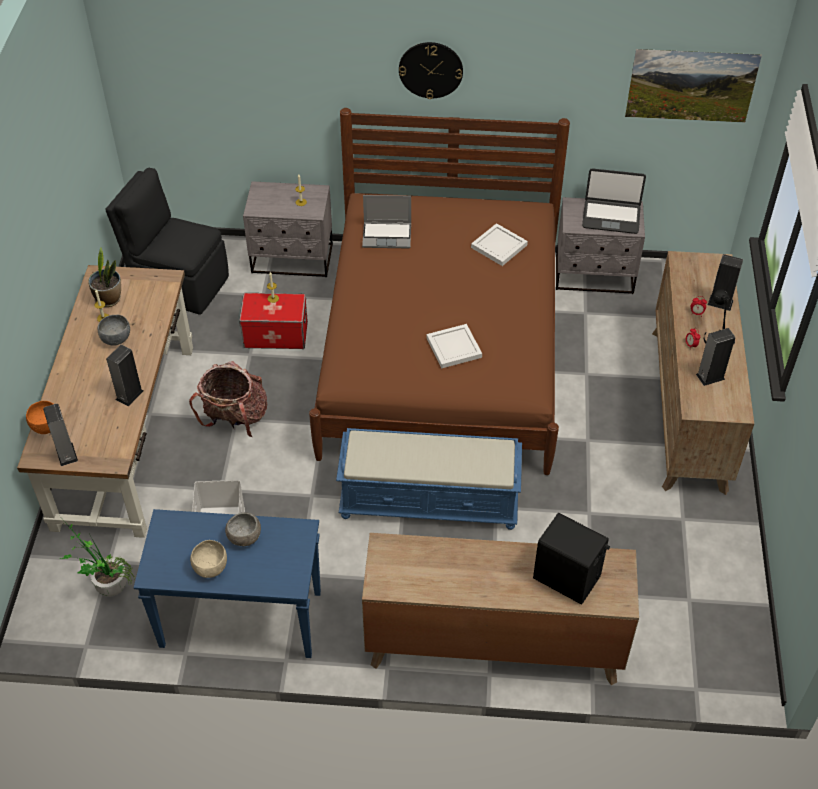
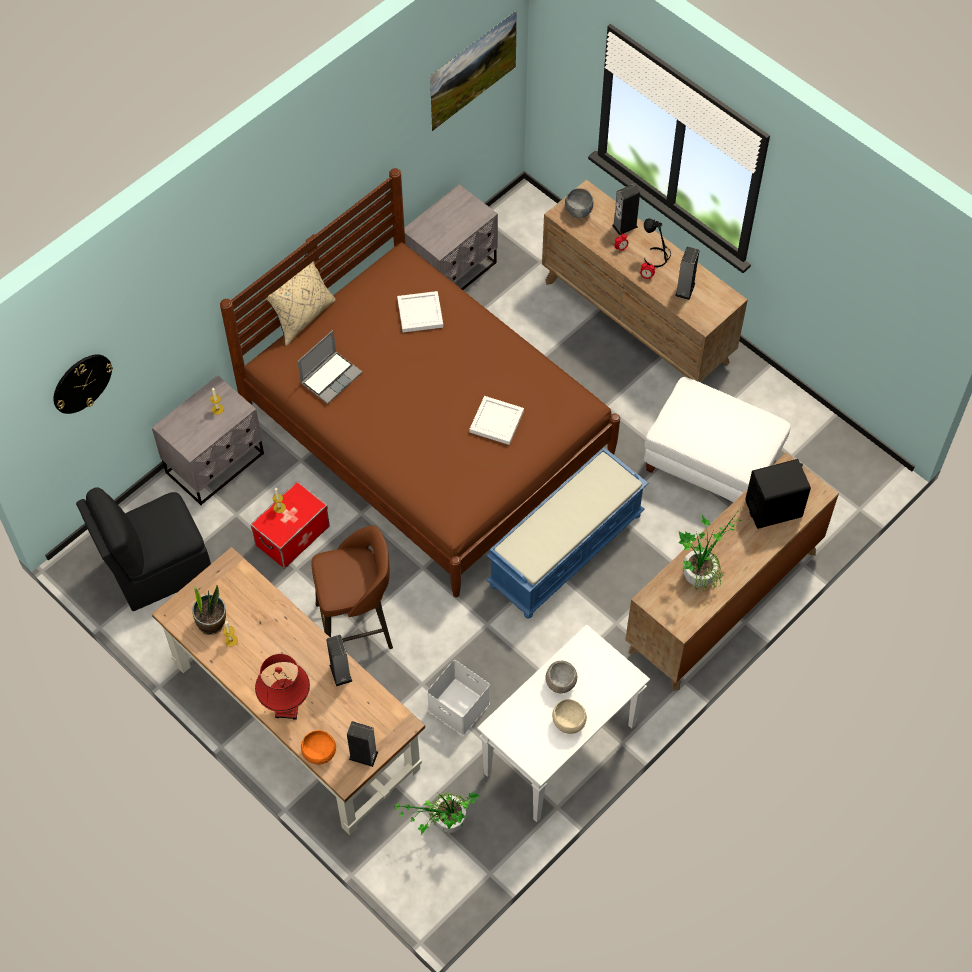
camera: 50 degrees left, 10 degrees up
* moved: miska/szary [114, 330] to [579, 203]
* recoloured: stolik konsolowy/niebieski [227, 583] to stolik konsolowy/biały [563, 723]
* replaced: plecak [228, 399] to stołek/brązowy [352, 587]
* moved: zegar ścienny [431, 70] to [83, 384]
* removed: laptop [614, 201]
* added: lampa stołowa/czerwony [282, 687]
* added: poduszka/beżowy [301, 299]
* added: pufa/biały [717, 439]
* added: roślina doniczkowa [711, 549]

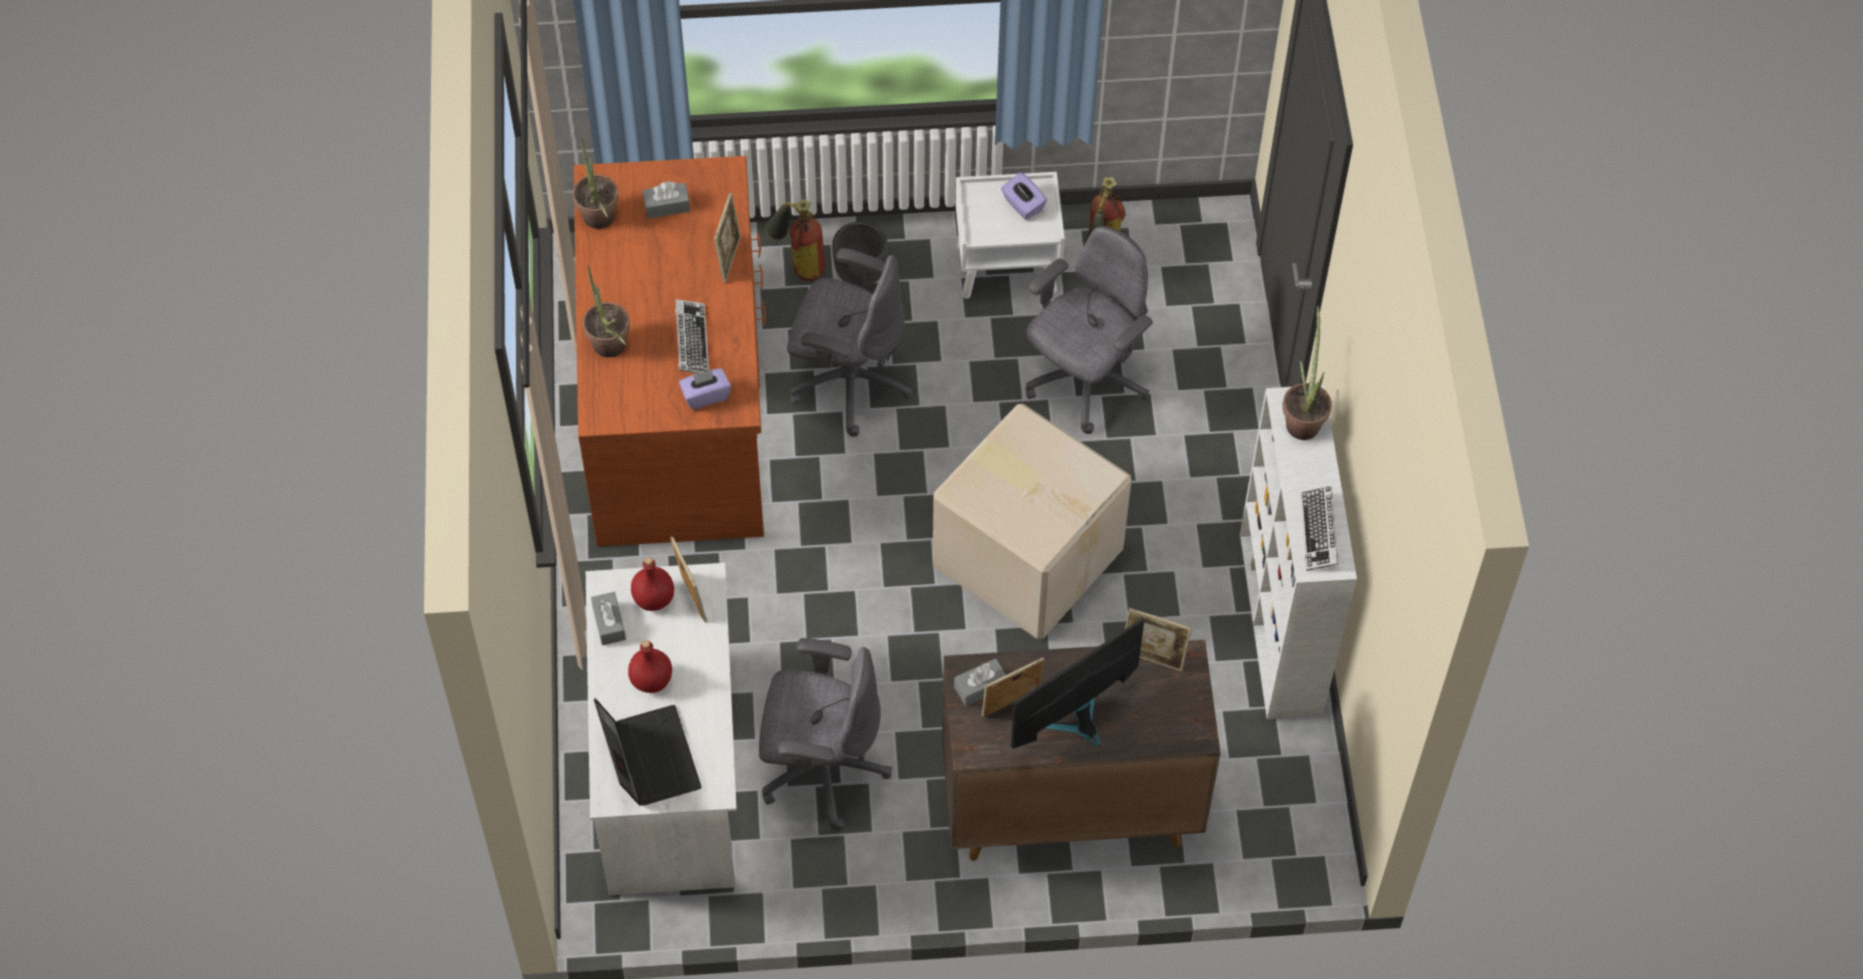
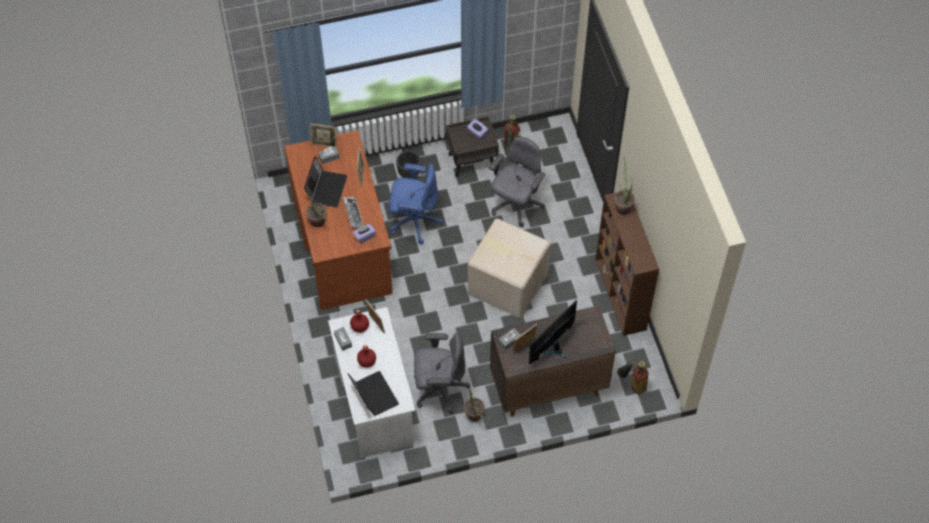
camera: 10 degrees left, 0 degrees up
* moved: roślina doniczkowa [596, 181] to [474, 403]
* moved: gaśnica [795, 240] to [632, 377]
* recoloured: krzesło biurowe/szary [850, 342] to krzesło biurowe/niebieski [416, 204]
* recoloured: szafka nocna/biały [1010, 235] to szafka nocna/brązowy [472, 146]
* moved: ramka na zdjęcie [1158, 639] to [323, 135]
* recoloured: regał/biały [1298, 552] to regał/brązowy [627, 264]
* removed: klawiatura [1319, 528]
* added: laptop [325, 182]

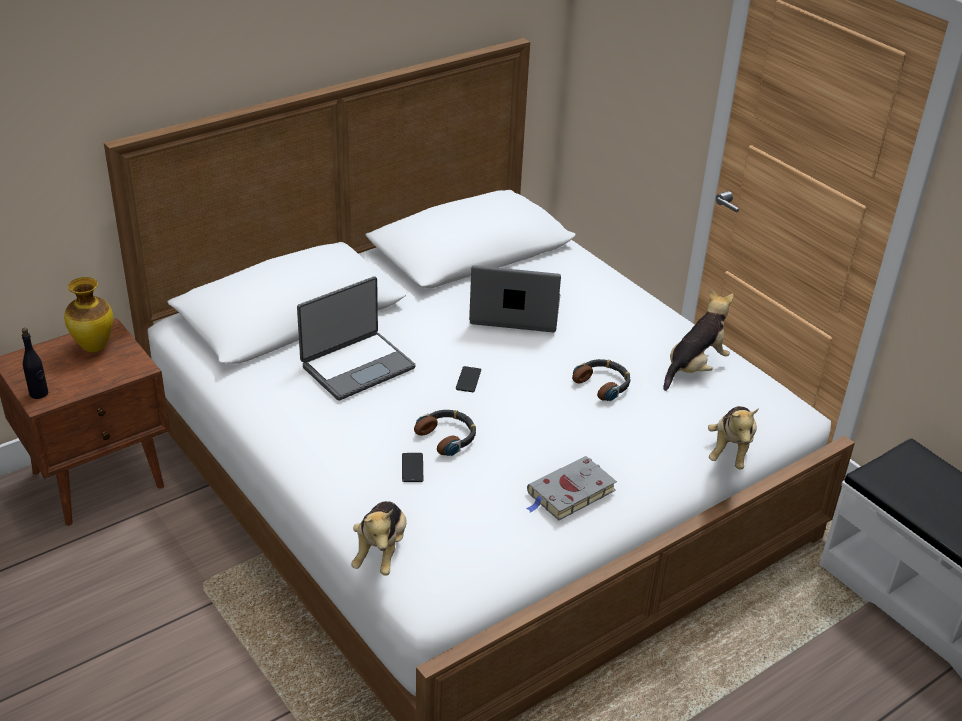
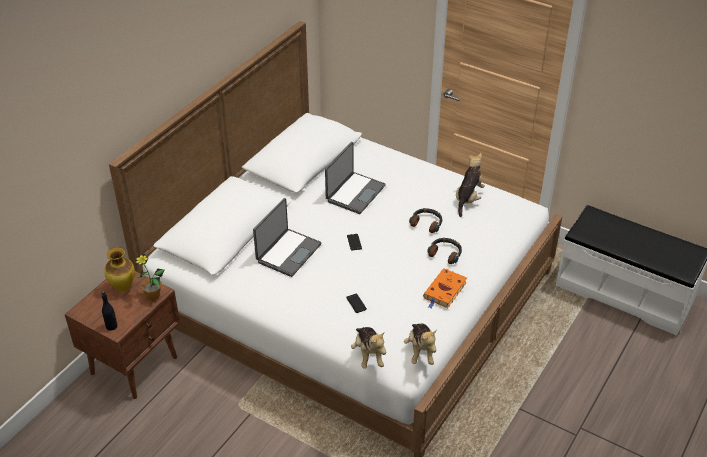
camera: 20 degrees left, 5 degrees up
* moved: słuchawki [445, 433] to [444, 251]
* turned: laptop [515, 298] = [355, 178] 135 degrees clockwise
* recoloured: książka/szary [571, 488] to książka/pomarańczowy [445, 288]
* moved: pluszak [733, 437] to [420, 344]
* added: roślina doniczkowa [149, 277]

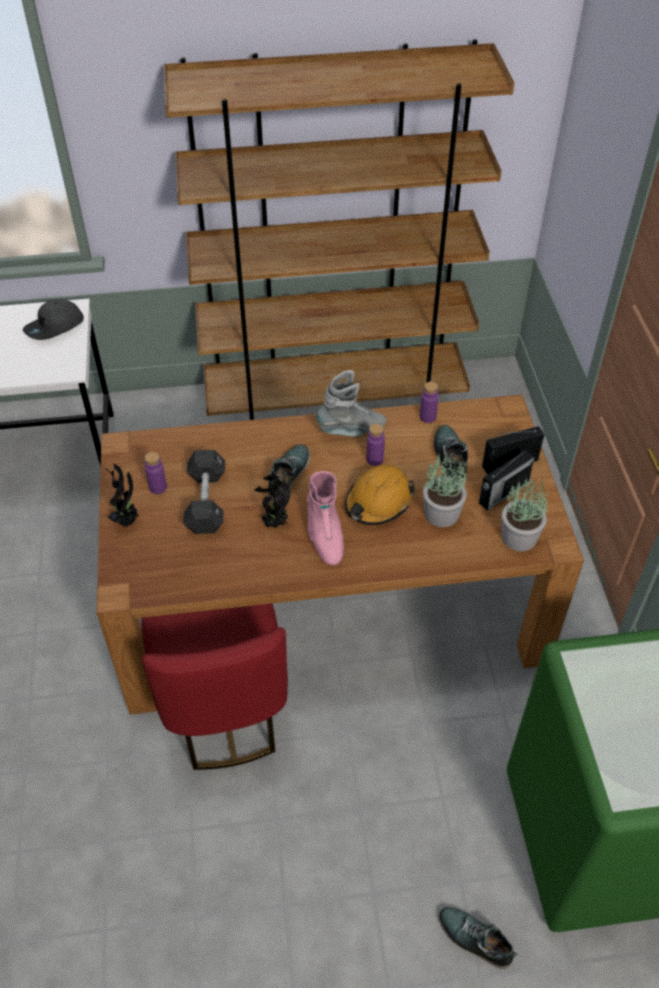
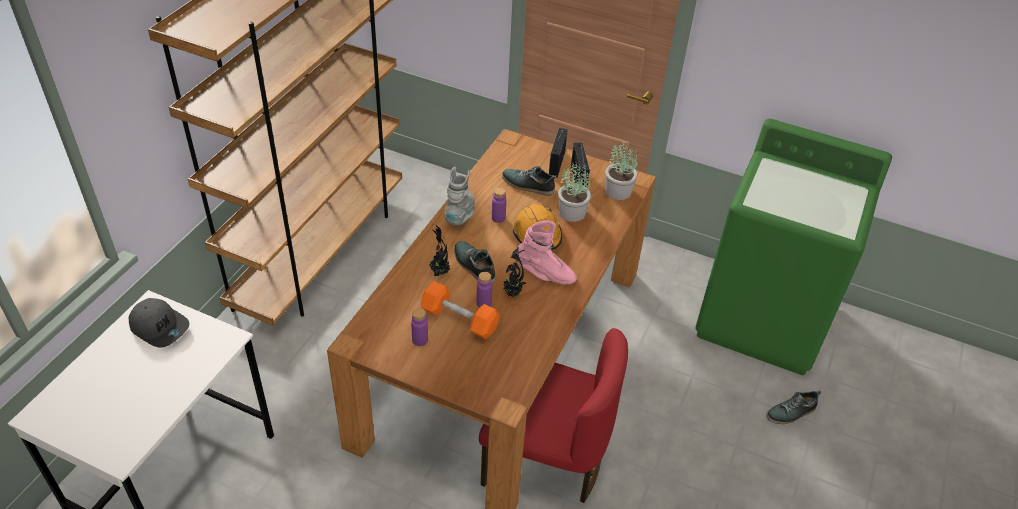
camera: 60 degrees left, 5 degrees down
* turned: czapka z daszkiem/szary [53, 319] = [159, 322] 45 degrees counterclockwise
* moved: roślina doniczkowa [122, 495] to [439, 250]
* recoloured: hantel/czarny [204, 492] to hantel/pomarańczowy [460, 310]
* moved: butelka/fioletowy [429, 402] to [484, 290]

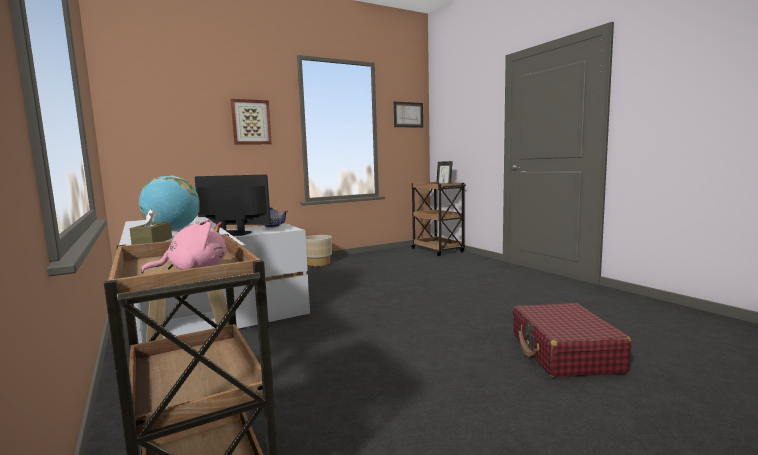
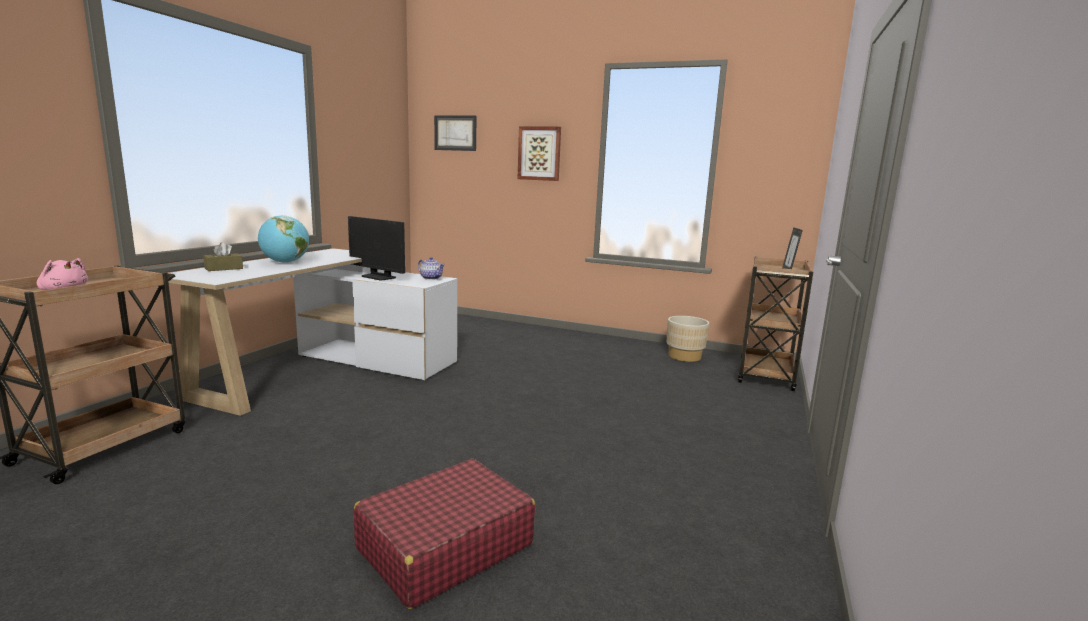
camera: 50 degrees right, 5 degrees up
* turned: monitor [233, 205] = [376, 248] 150 degrees clockwise
* moved: donica/beżowy [319, 250] to [688, 339]
* moved: obraz [408, 115] to [455, 133]

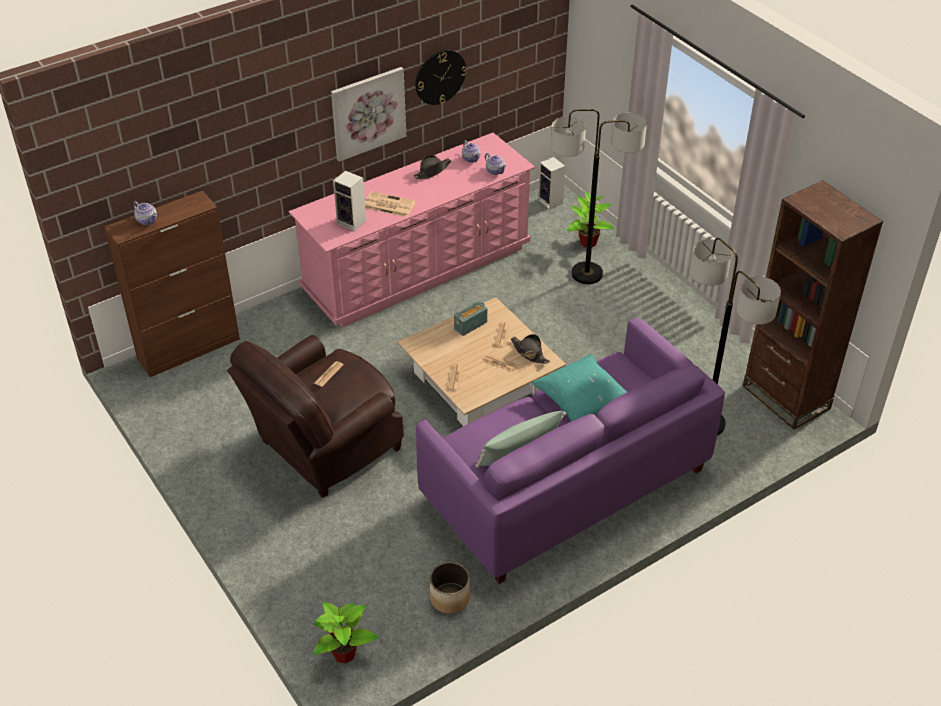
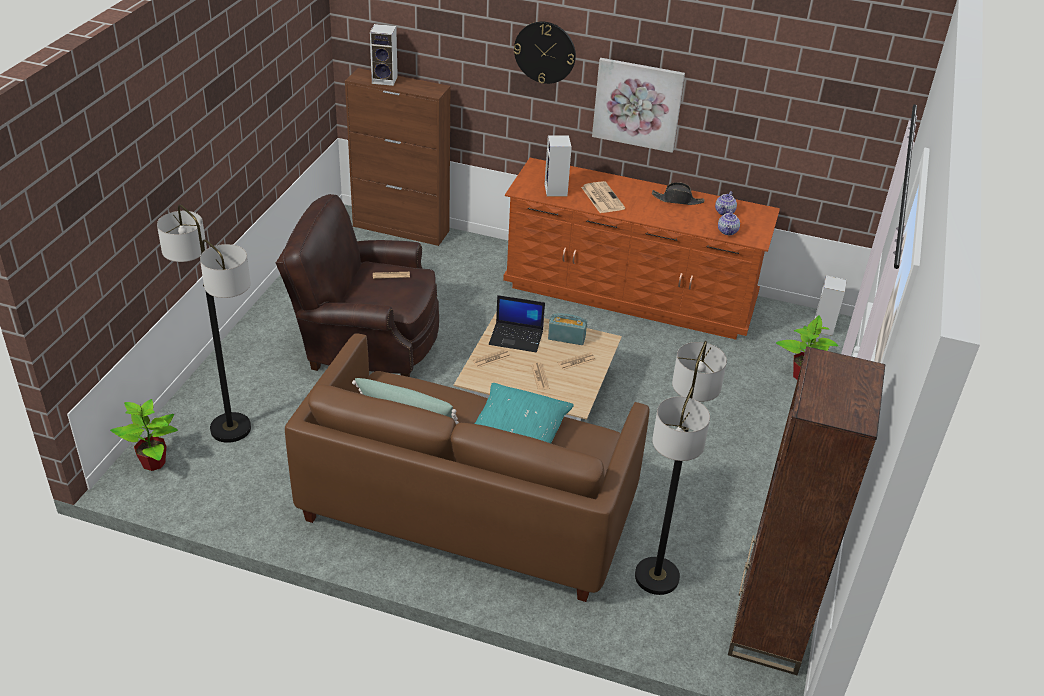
camera: 50 degrees right, 5 degrees down
* replaced: imbryk [145, 213] to głośnik [384, 55]
* recoloured: komoda/różowy [412, 230] to komoda/brązowy [641, 249]
* moved: zegar ścienny [441, 77] to [545, 53]
* recoloured: kanapa/fioletowy [570, 451] to kanapa/brązowy [467, 468]
* removed: donica [450, 588]
* removed: kapelusz/czarny [530, 349]
* moved: lampa stojąca [599, 196] to [204, 324]
* added: laptop [517, 323]

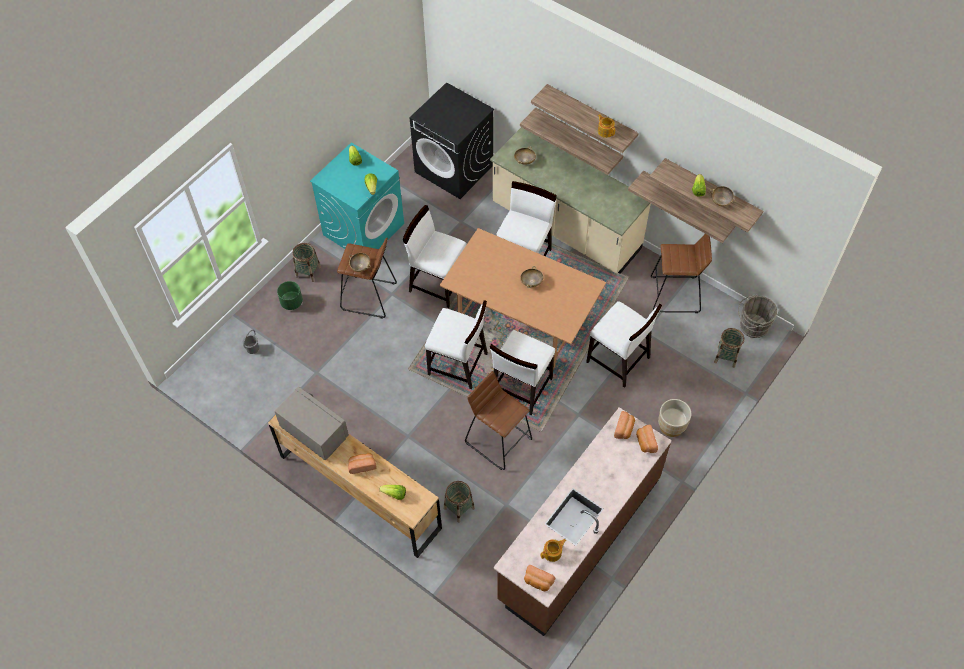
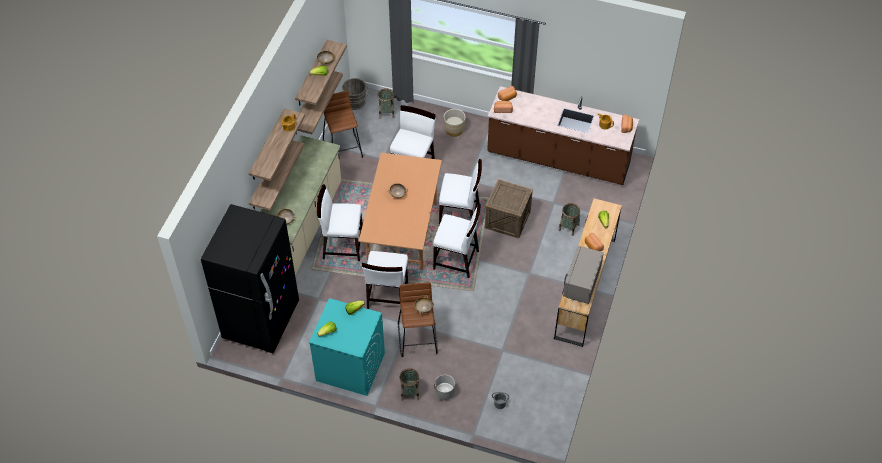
camera: 110 degrees left, 5 degrees down
* recoloured: donica/zielony [290, 295] to donica/szary [445, 387]
* replaced: pralka/czarny [452, 140] to lodówka/czarny [250, 278]
* turned: krzesło/biały [456, 344] = [457, 241] 105 degrees clockwise
* replaced: stołek/brązowy [498, 420] to skrzynka [509, 209]

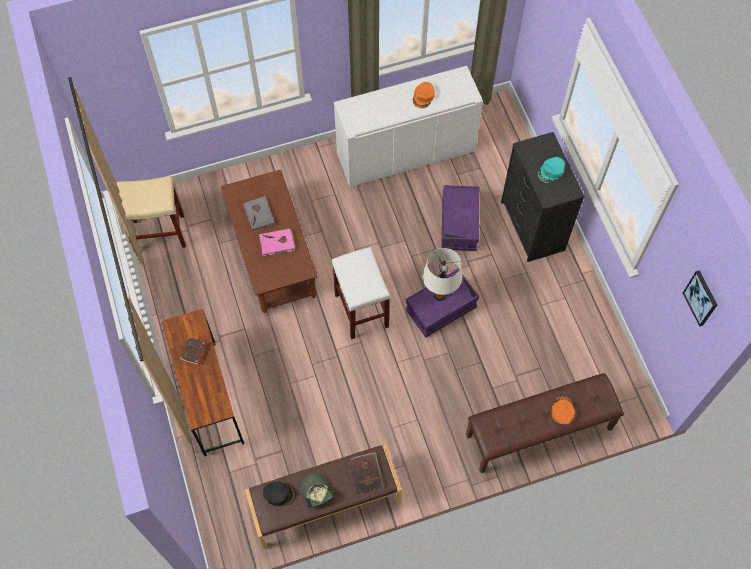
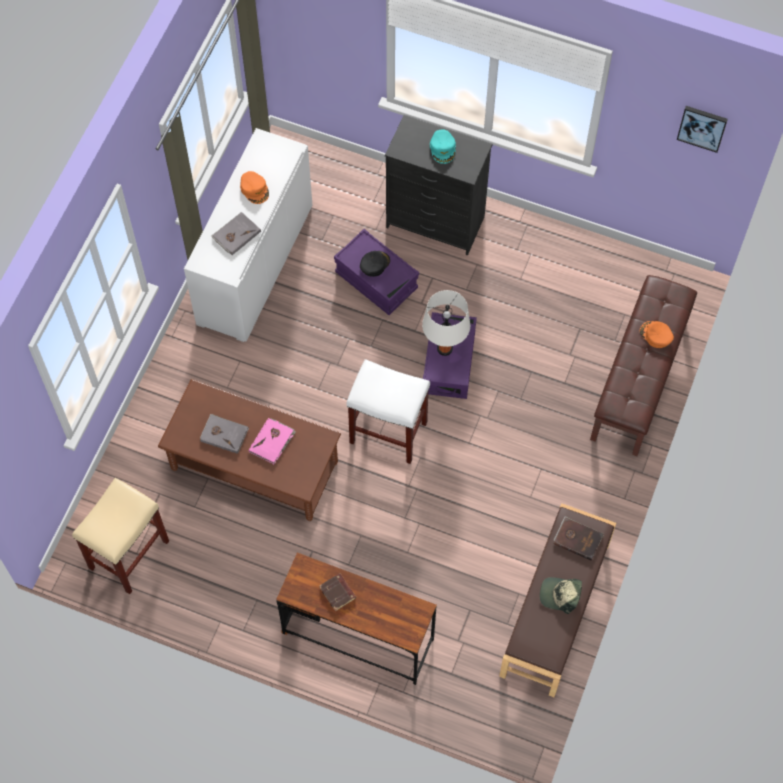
camera: 50 degrees left, 0 degrees up
* moved: czapka z daszkiem/czarny [279, 494] to [375, 264]
* added: książka/szary [236, 233]

